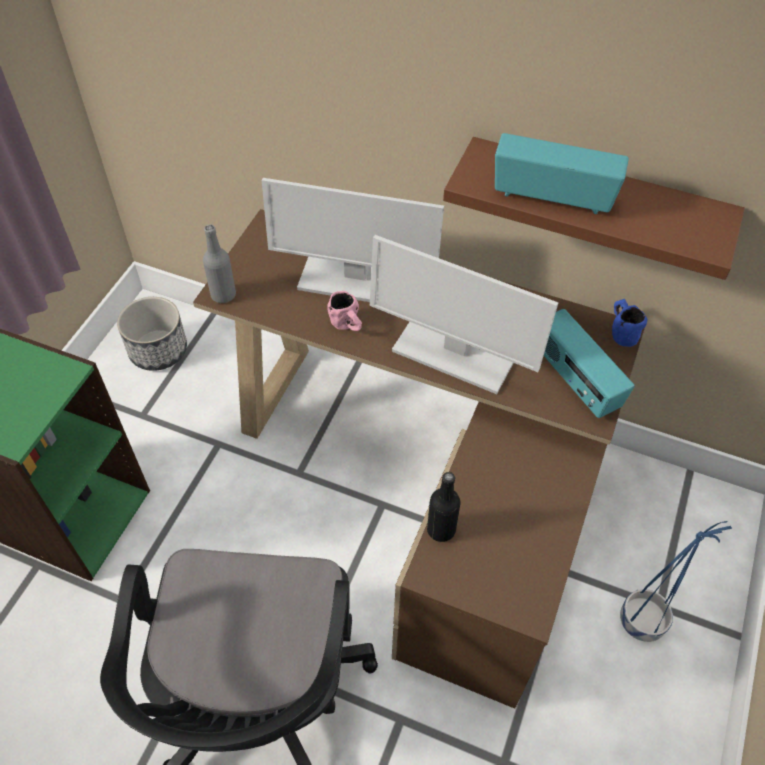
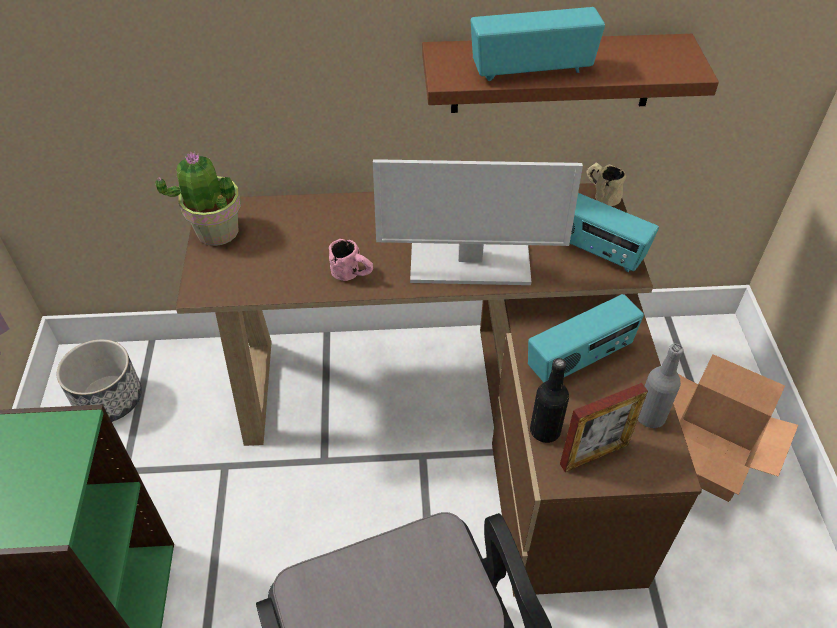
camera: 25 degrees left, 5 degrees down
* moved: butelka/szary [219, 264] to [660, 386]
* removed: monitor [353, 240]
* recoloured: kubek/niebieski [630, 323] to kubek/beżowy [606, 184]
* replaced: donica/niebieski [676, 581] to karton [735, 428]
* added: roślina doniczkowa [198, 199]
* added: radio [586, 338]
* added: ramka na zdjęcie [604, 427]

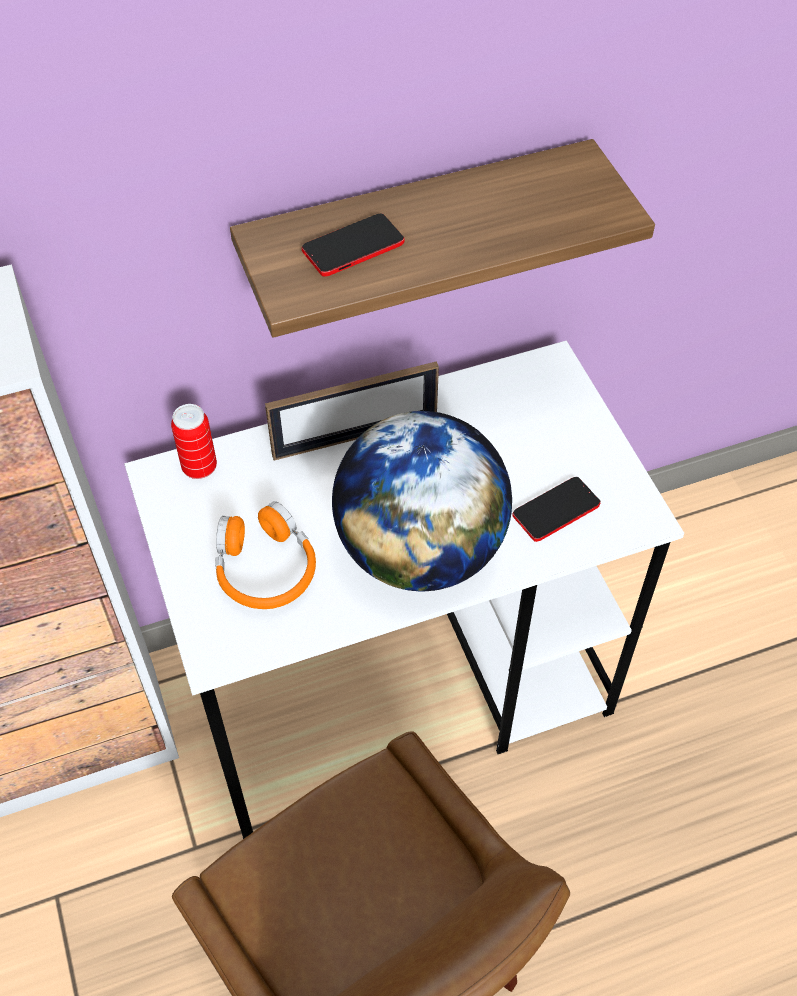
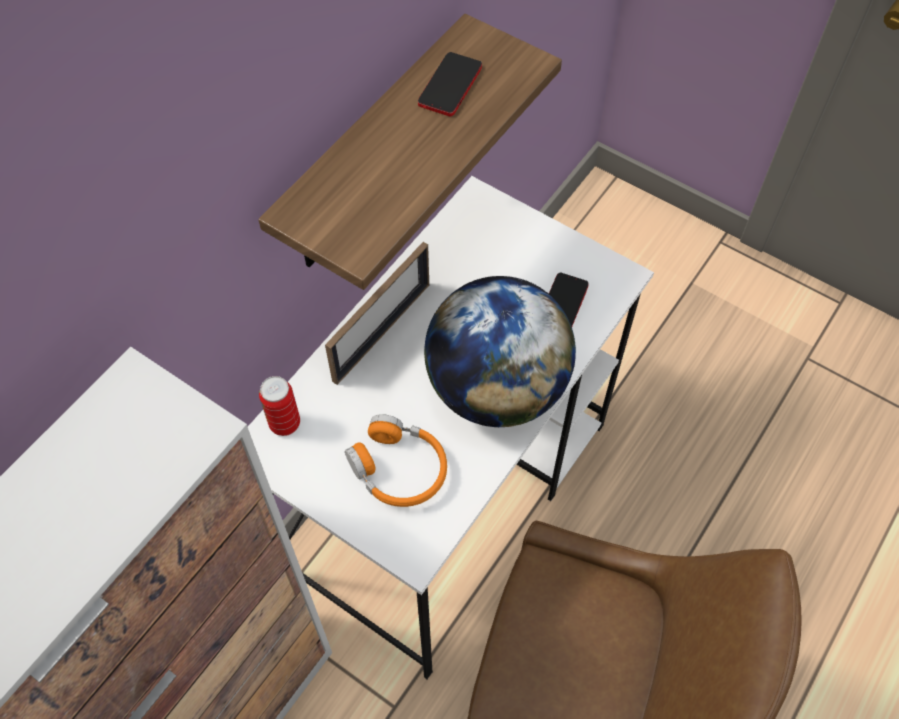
camera: 35 degrees left, 5 degrees up
* moved: telefon [353, 245] to [450, 84]

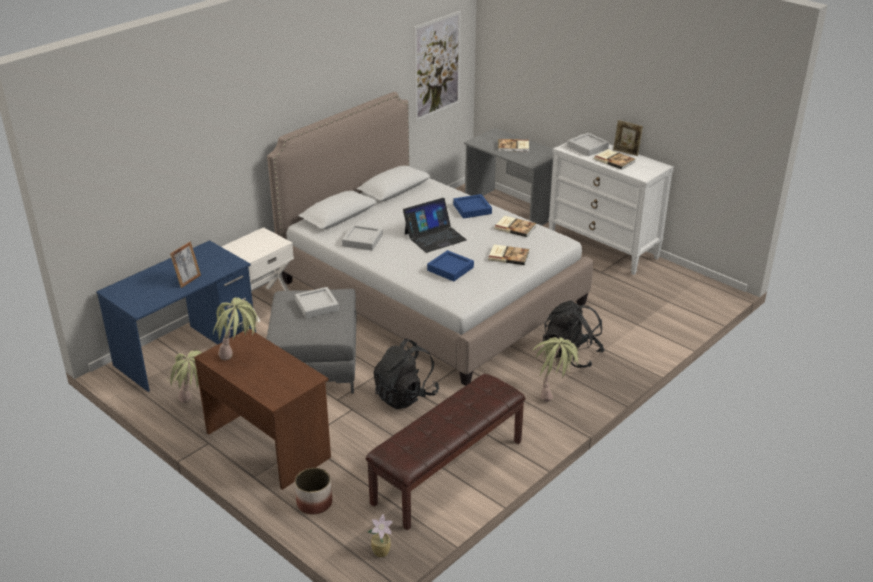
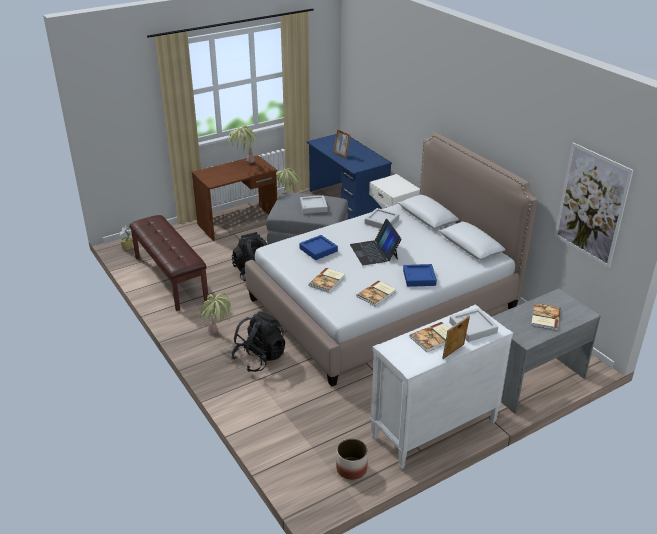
camera: 105 degrees right, 0 degrees up
* moved: donica [313, 491] to [352, 459]

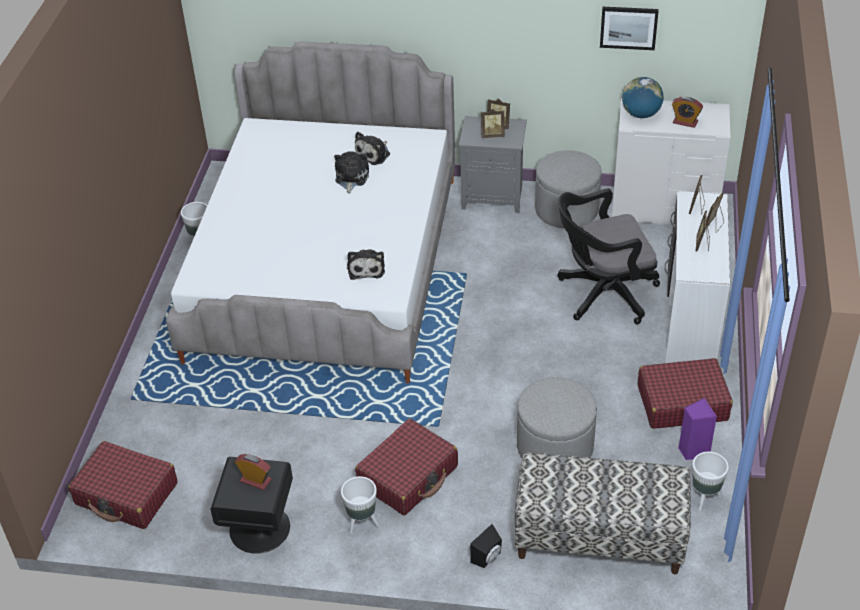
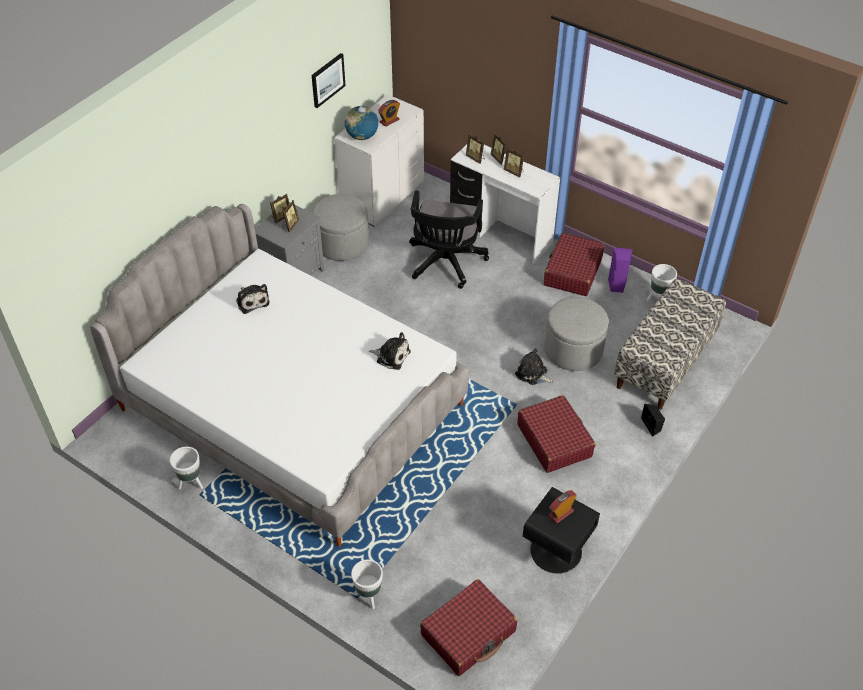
camera: 65 degrees left, 5 degrees up
* moved: pluszak [351, 172] to [534, 366]
* moved: donica/biały [360, 505] to [367, 584]

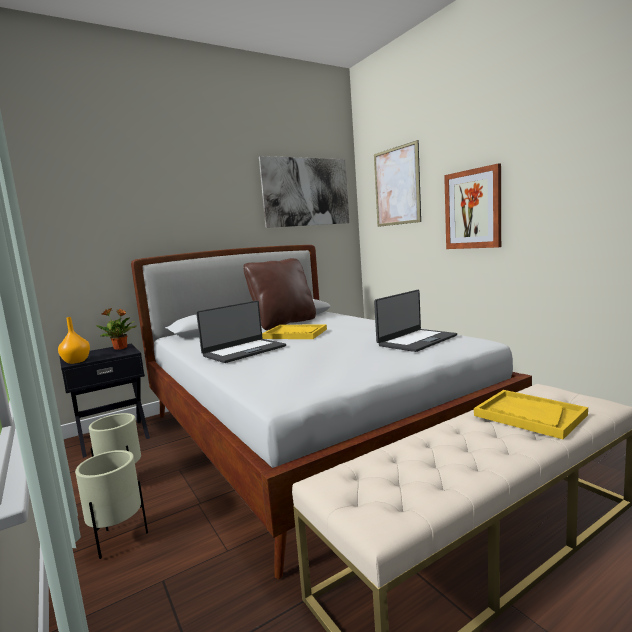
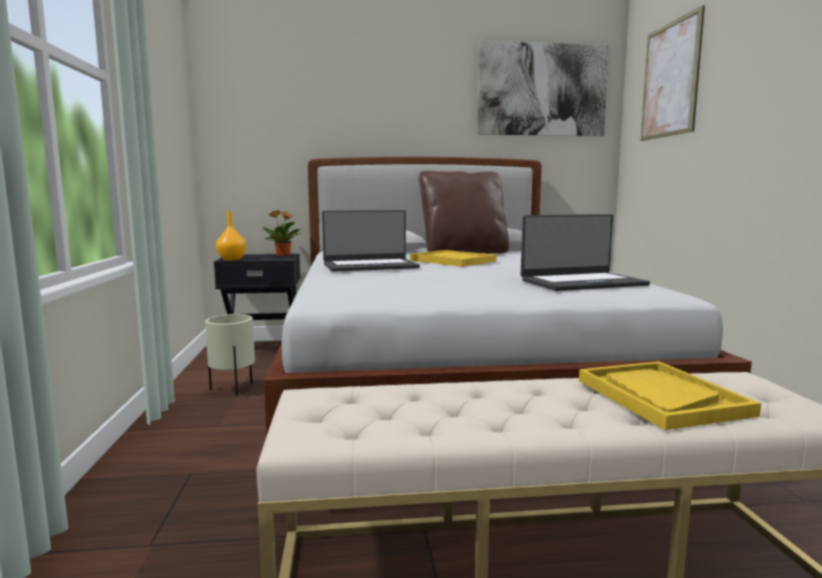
camera: 25 degrees right, 0 degrees up
* removed: donica/beżowy [111, 504]
* removed: obraz [472, 206]

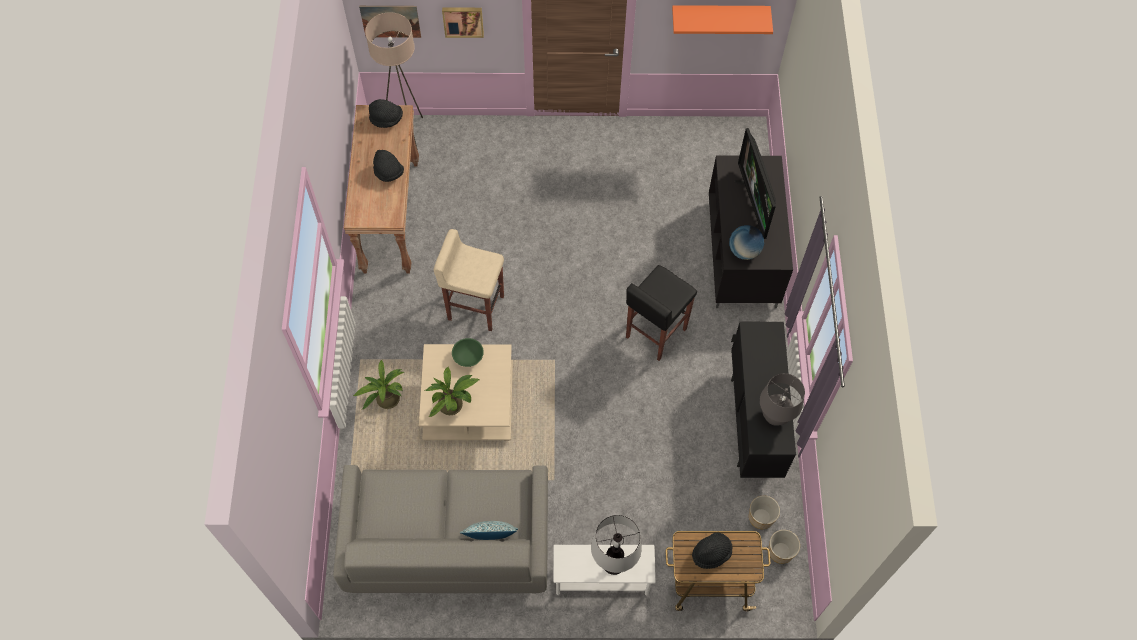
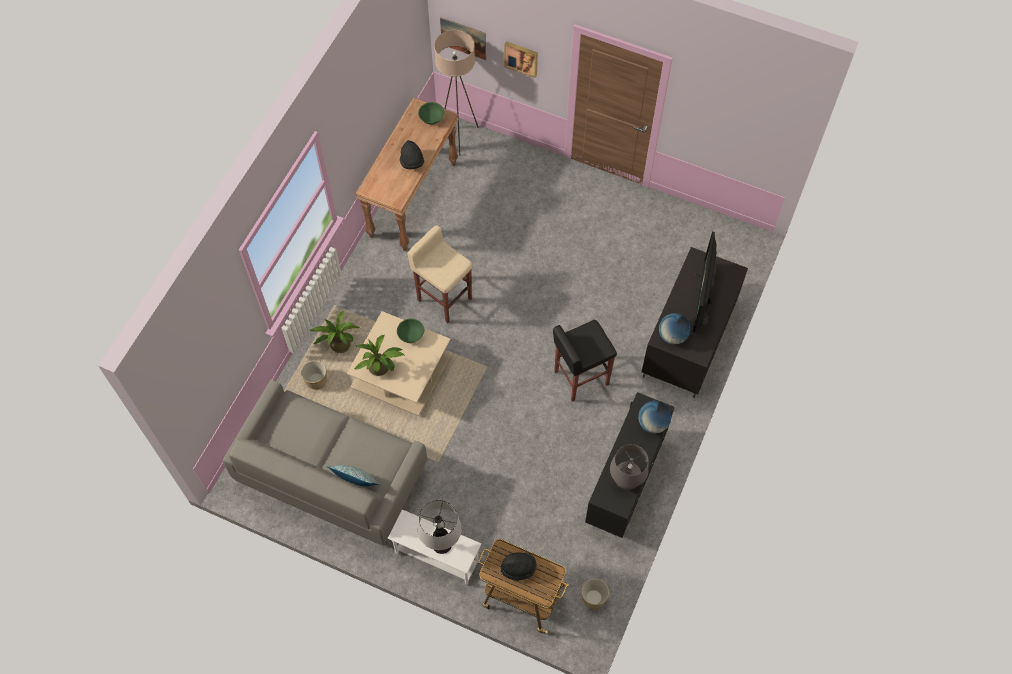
camera: 25 degrees right, 0 degrees up
* replaced: kapelusz/czarny [386, 113] to miska/zielony [431, 113]
* removed: półka/pomarańczowy [722, 19]
* moved: donica [764, 512] to [314, 374]
* added: globus [654, 417]

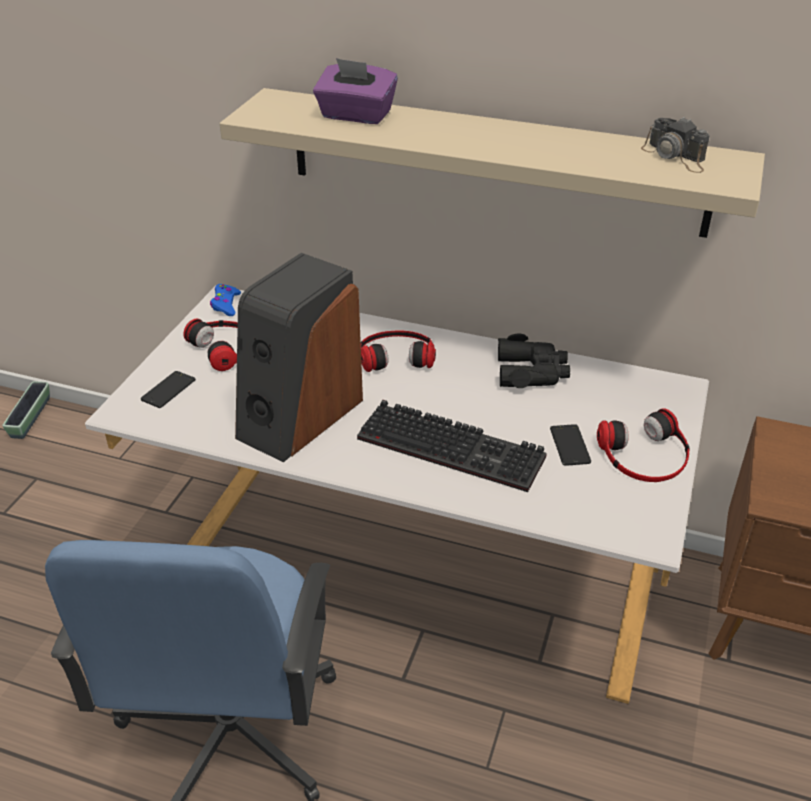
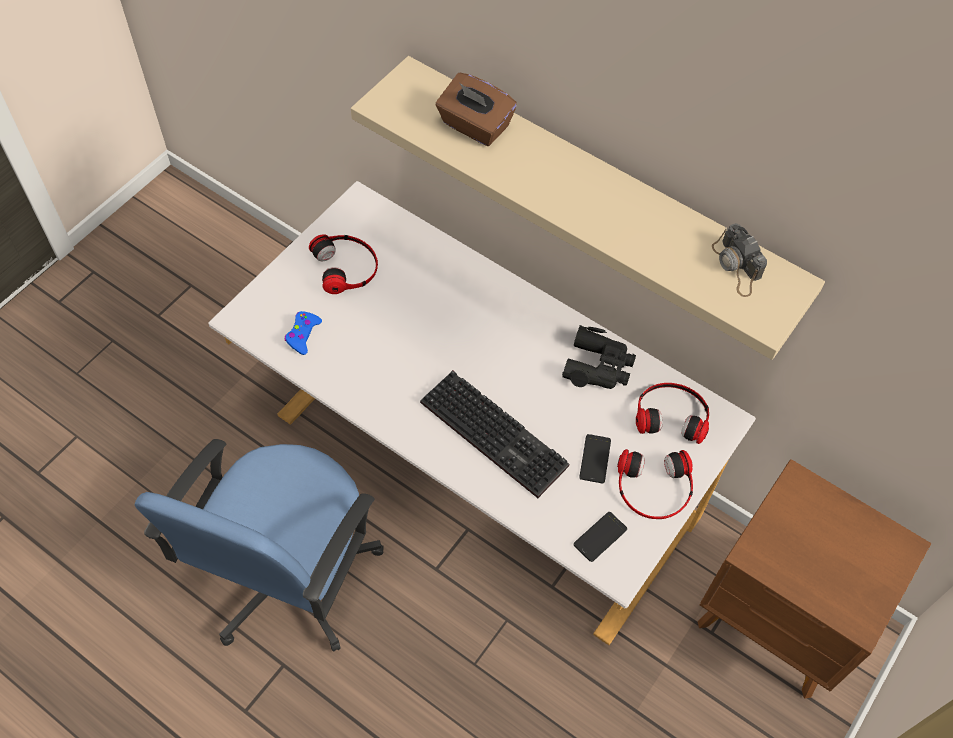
camera: 15 degrees right, 20 degrees up
* removed: donica [26, 410]
* moved: telefon [168, 389] to [600, 537]
* moved: pad do gier/niebieski [225, 300] to [303, 333]
* removed: głośnik [299, 357]
* recoloured: pudełko chusteczek/fioletowy [355, 91] to pudełko chusteczek/brązowy [476, 109]
* moved: słuchawki [398, 351] to [672, 413]

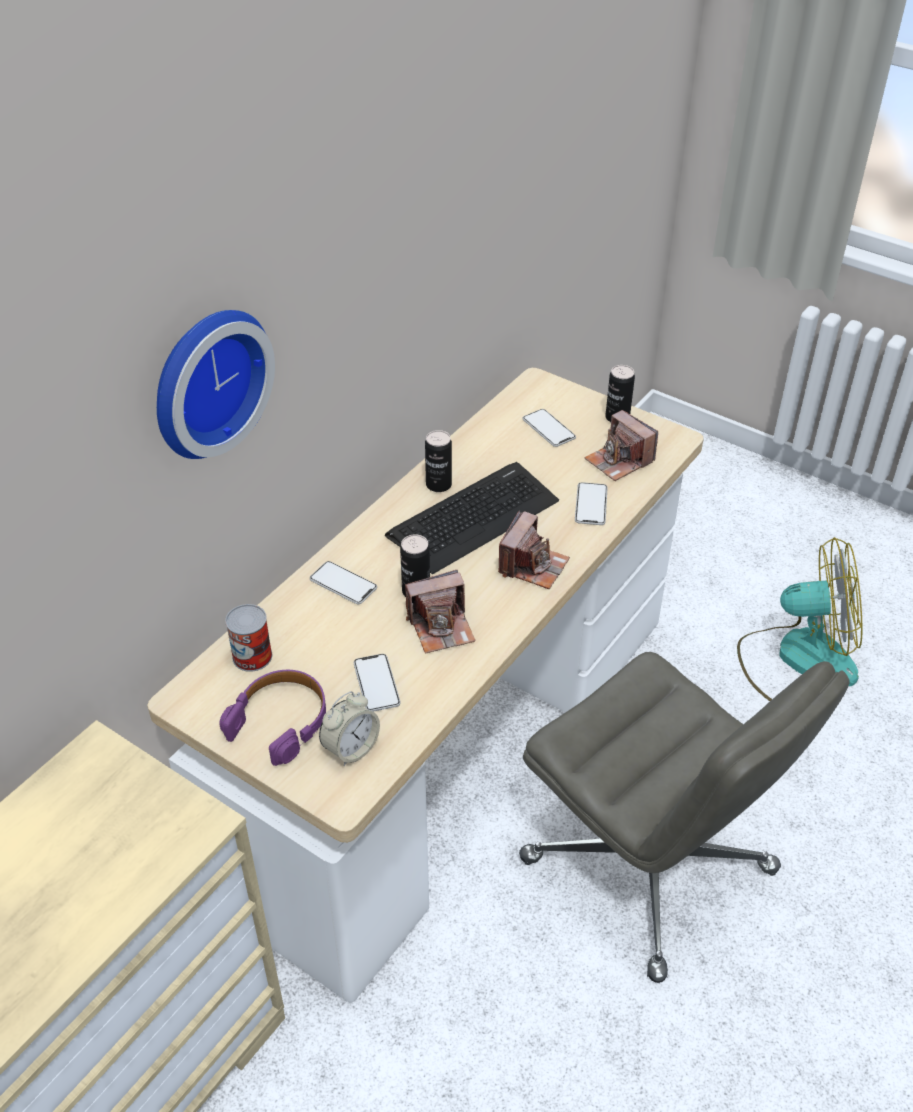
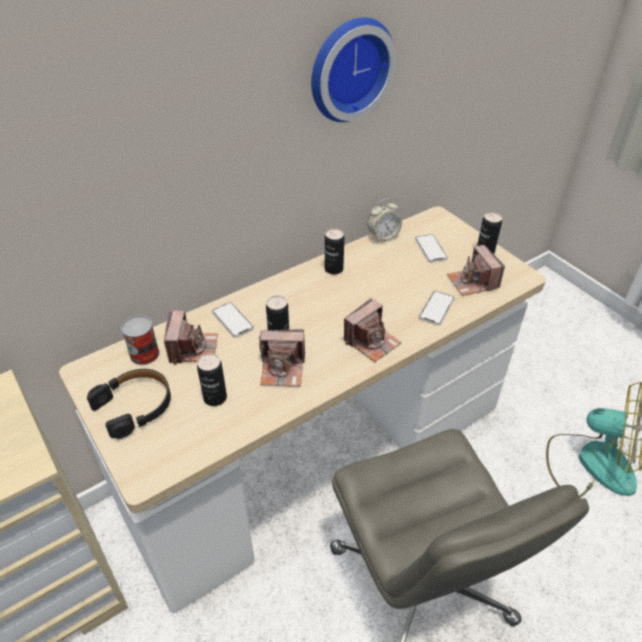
camera: 20 degrees right, 0 degrees up
* moved: zegar ścienny [216, 384] to [353, 69]
* recoloured: słuchawki/fioletowy [272, 718] to słuchawki/czarny [129, 404]
* moved: budzik [349, 728] to [384, 220]
* replaced: telefon [377, 683] to puszka [212, 379]
* removed: klawiatura [472, 518]
* added: aparat fotograficzny [191, 338]

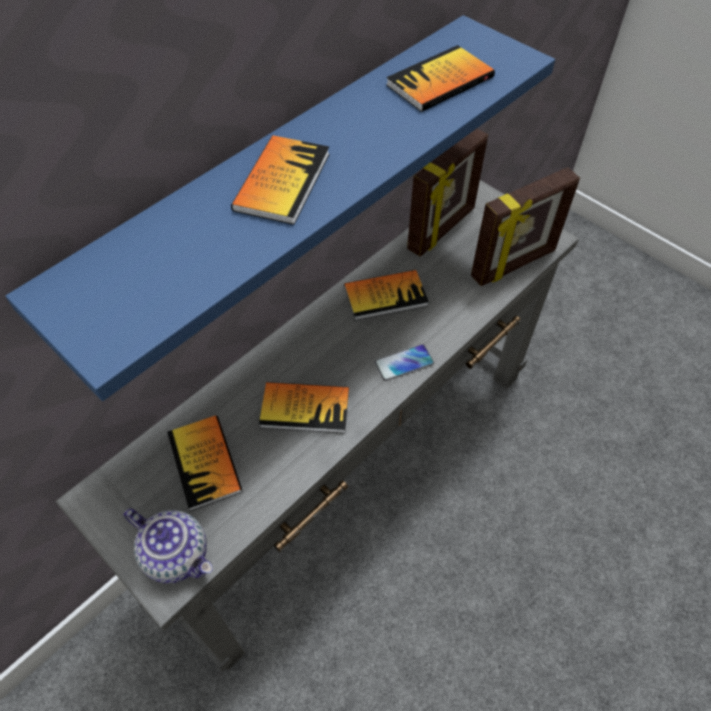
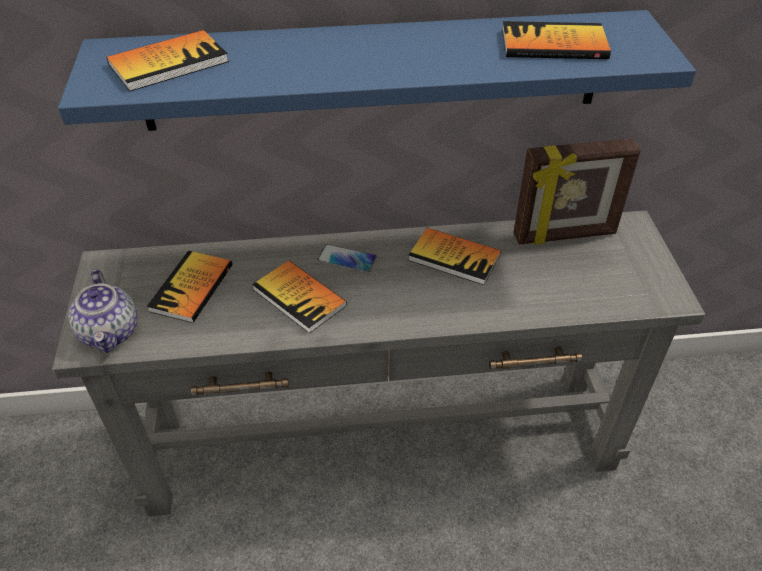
camera: 40 degrees right, 10 degrees down
* moved: książka [280, 180] to [167, 60]
* moved: telefon [404, 362] to [347, 258]
* removed: ramka na zdjęcie [525, 226]

